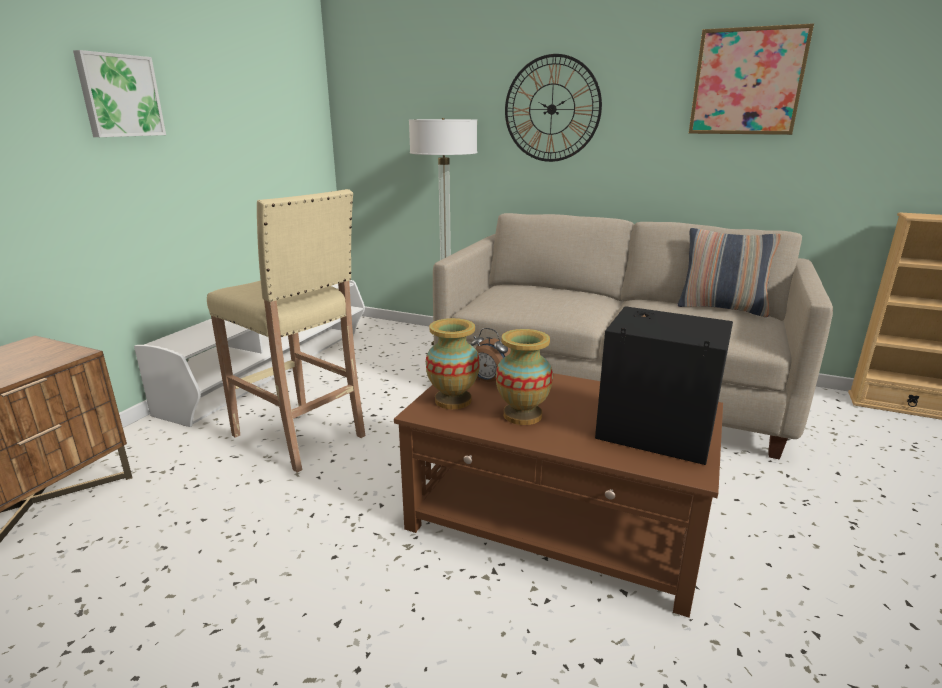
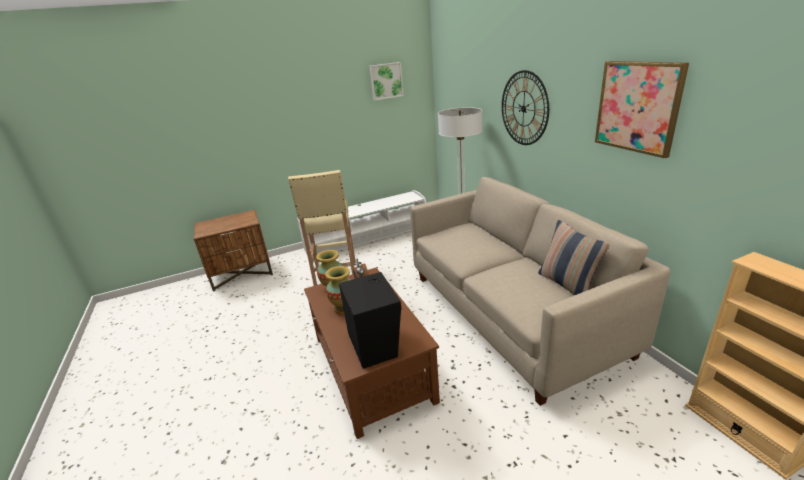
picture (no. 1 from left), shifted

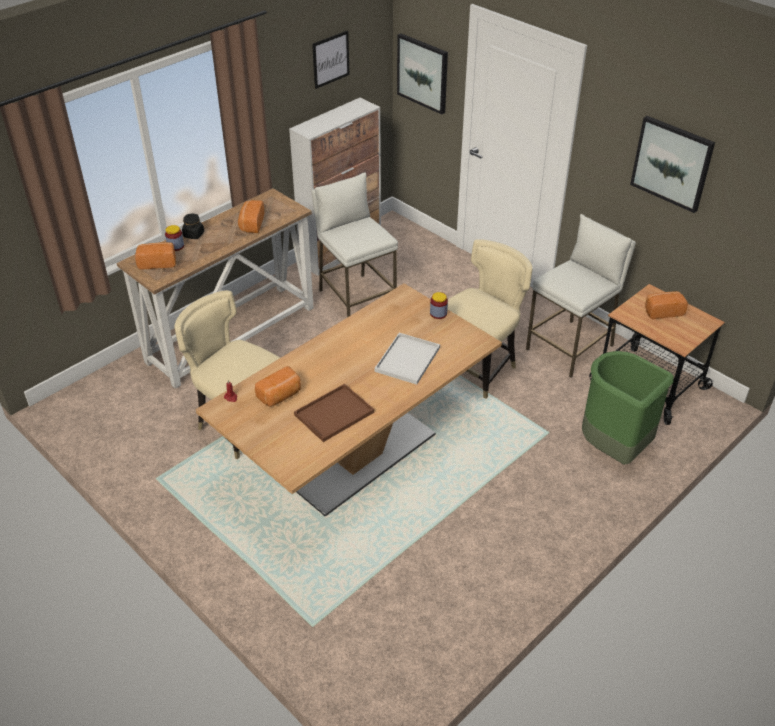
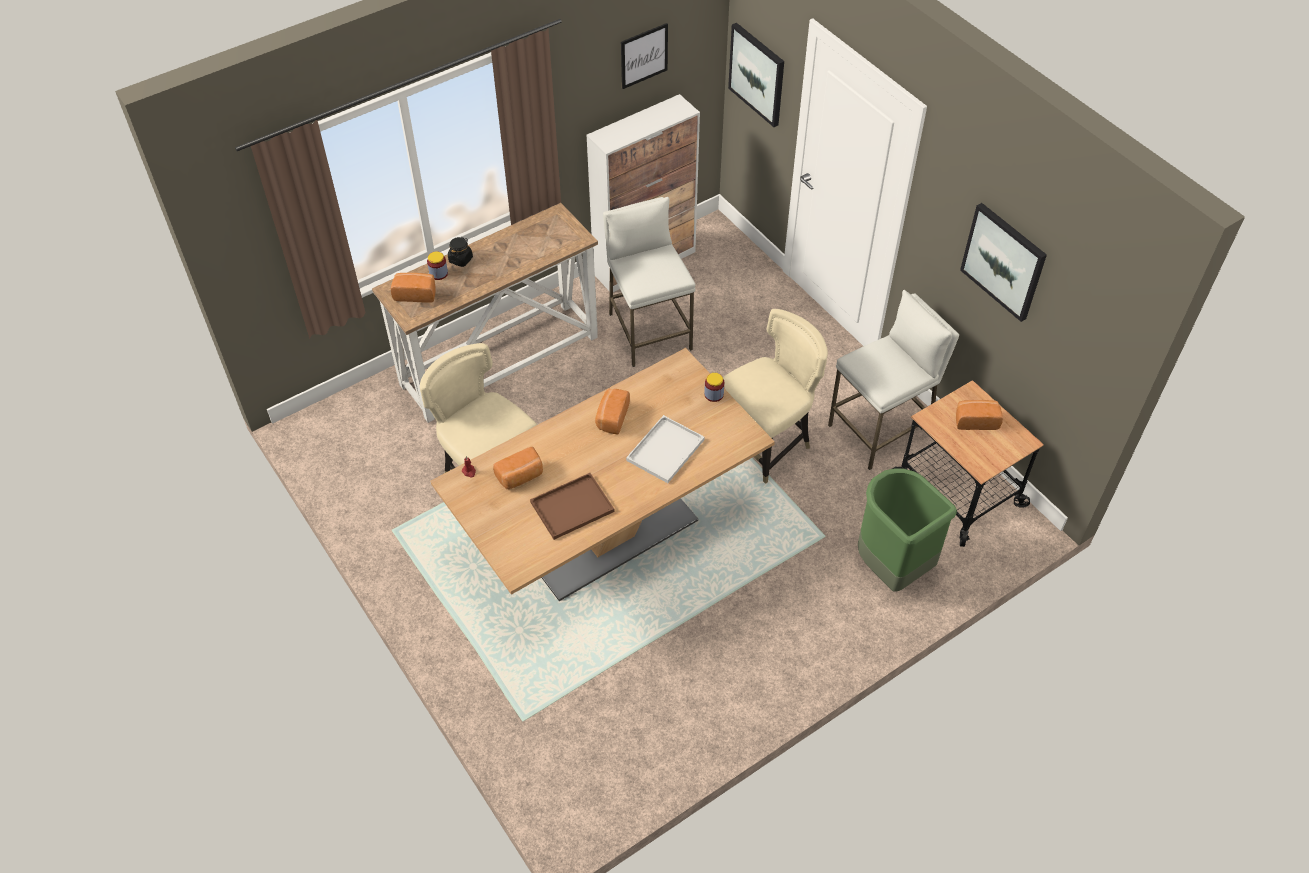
bread (no. 2 from left in the first image) => bread (no. 3 from left), shifted

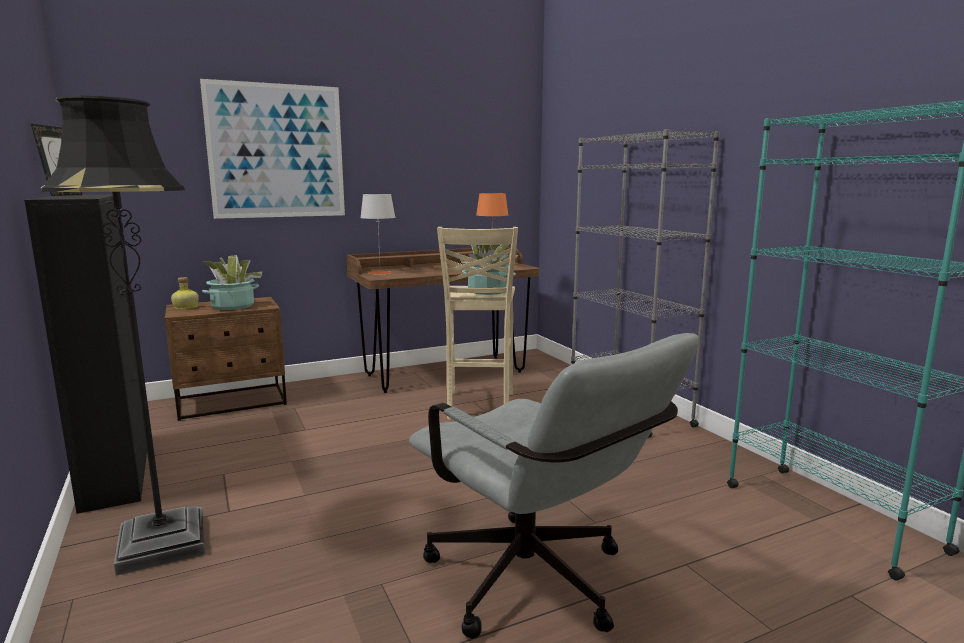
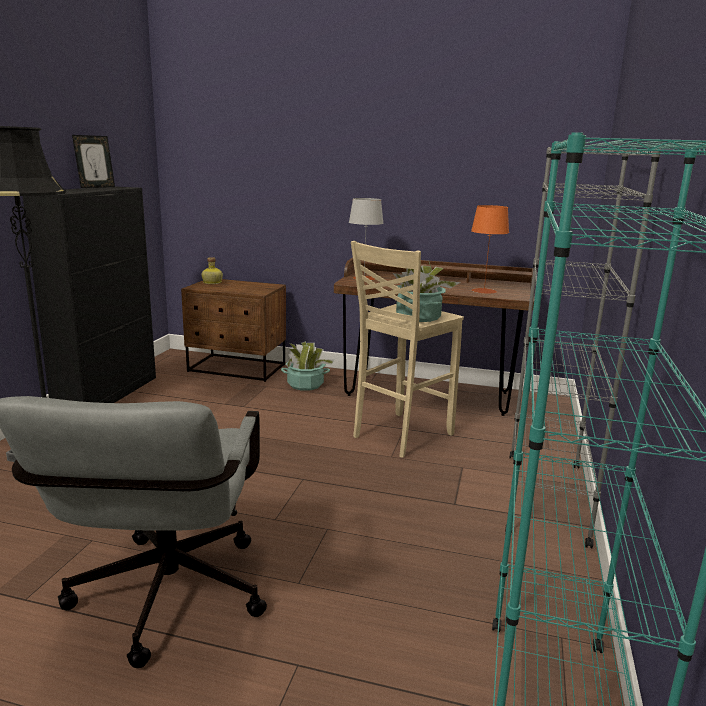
picture => nothing
potted plant (no. 1 from left), shifted

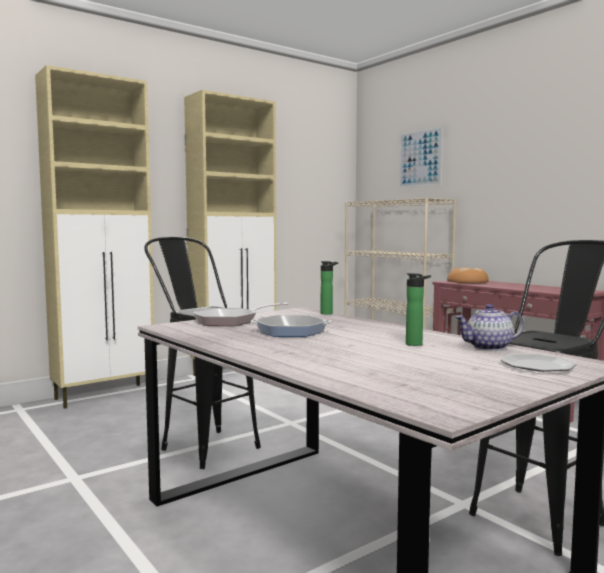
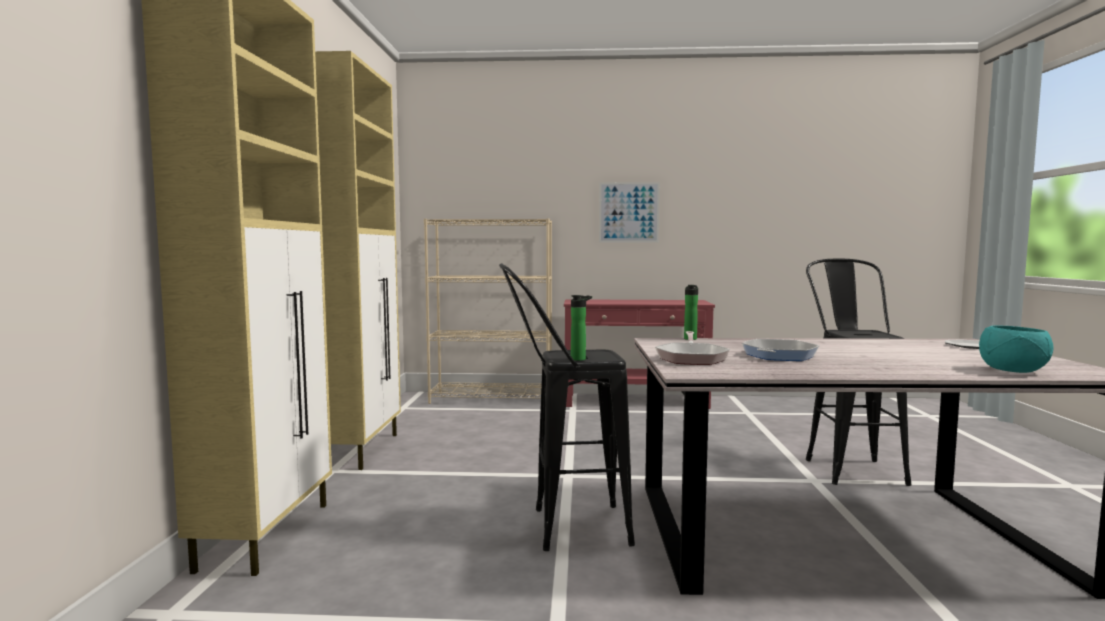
bread => nothing
teapot => nothing
nothing => turquoise bowl
picture, shifted
bottle (no. 2 from left in the first image) => bottle (no. 1 from left), shifted

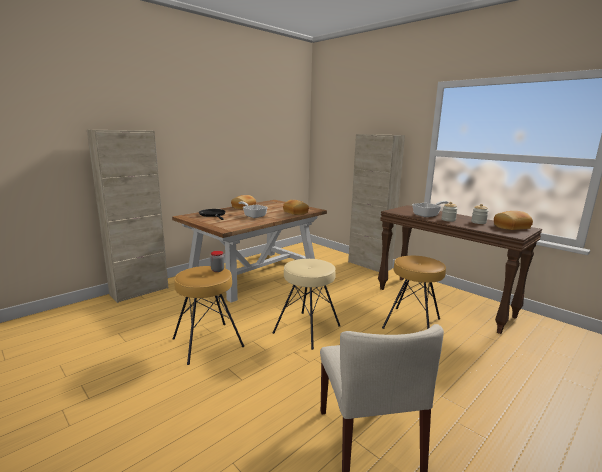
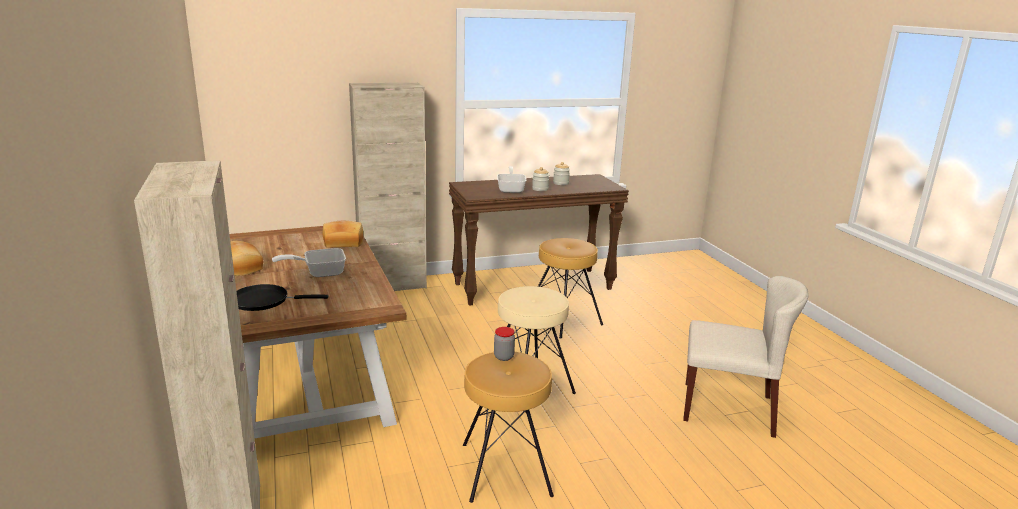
bread (no. 3 from left) => nothing

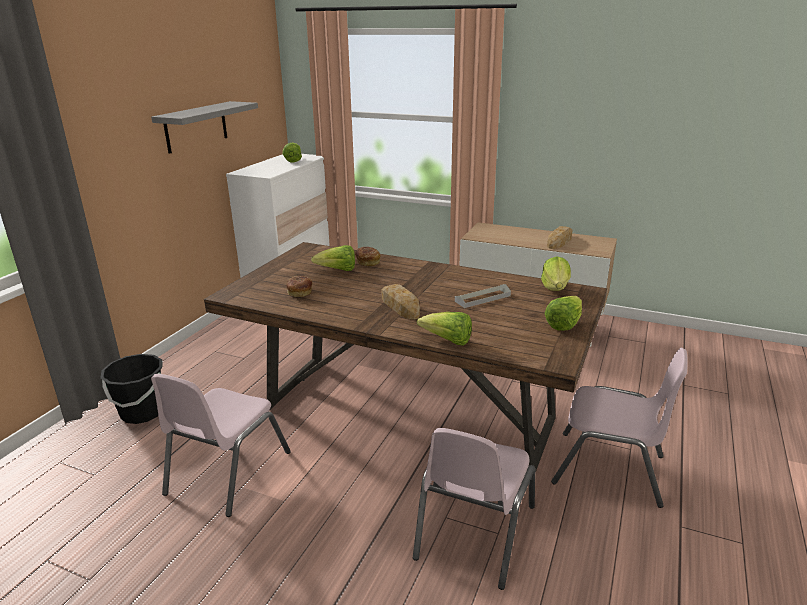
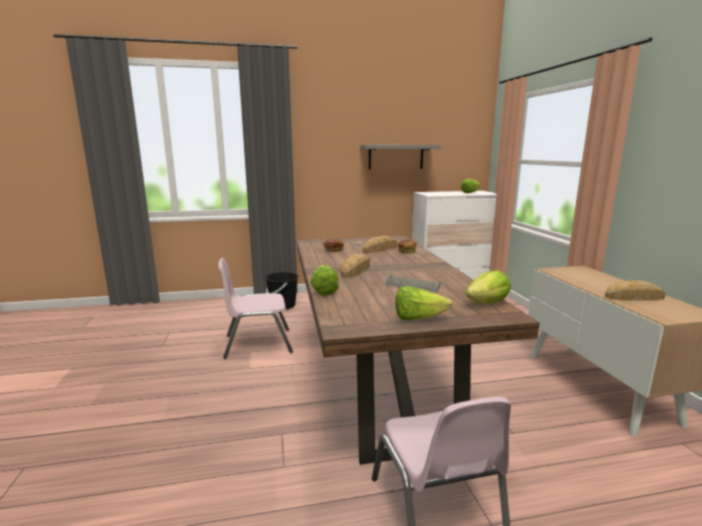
pink chair (no. 2 from left) => nothing
lettuce (no. 2 from left) => bread (no. 3 from left)

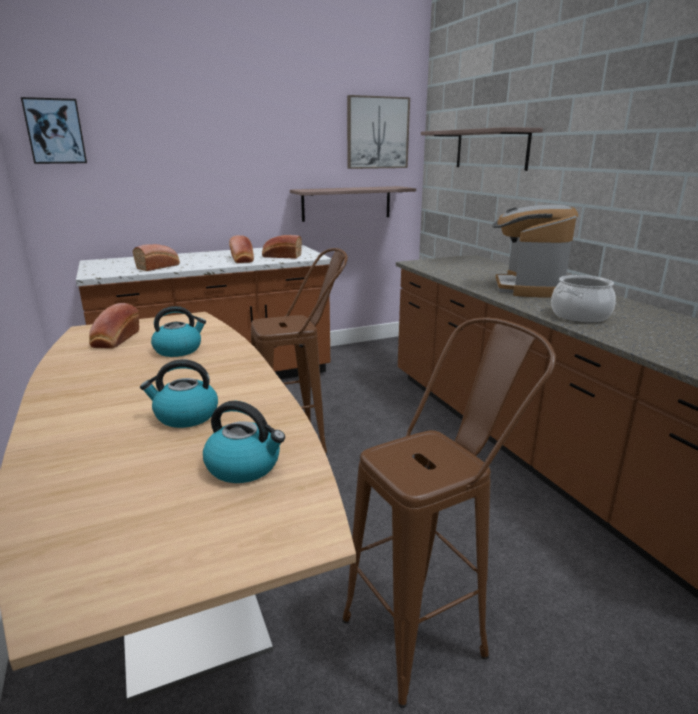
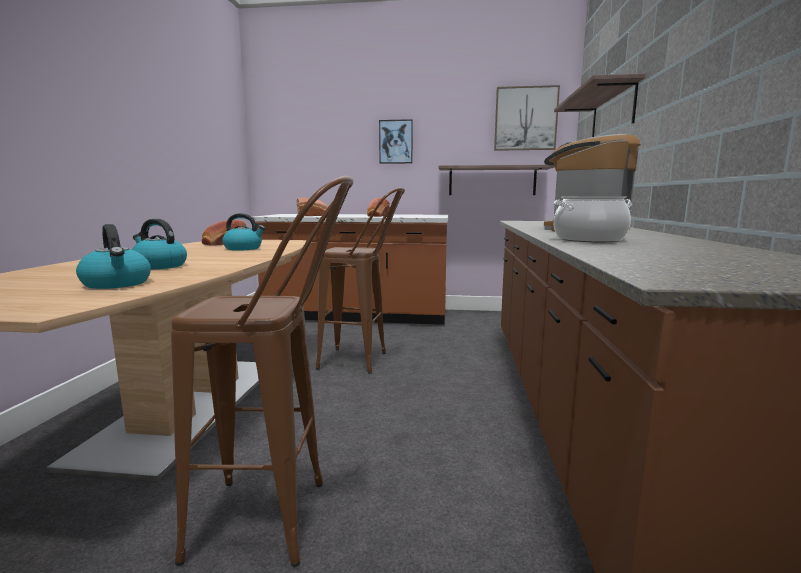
bread (no. 4 from left) => nothing
picture (no. 1 from left), shifted

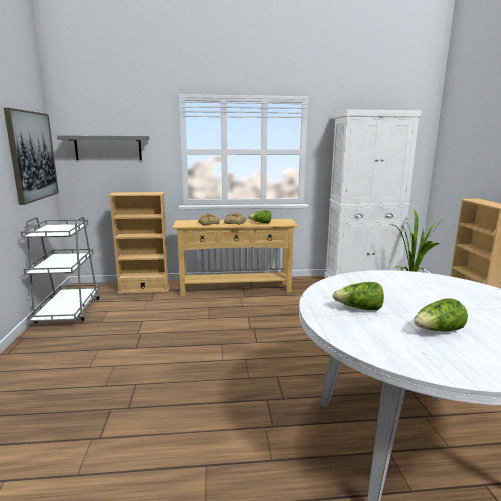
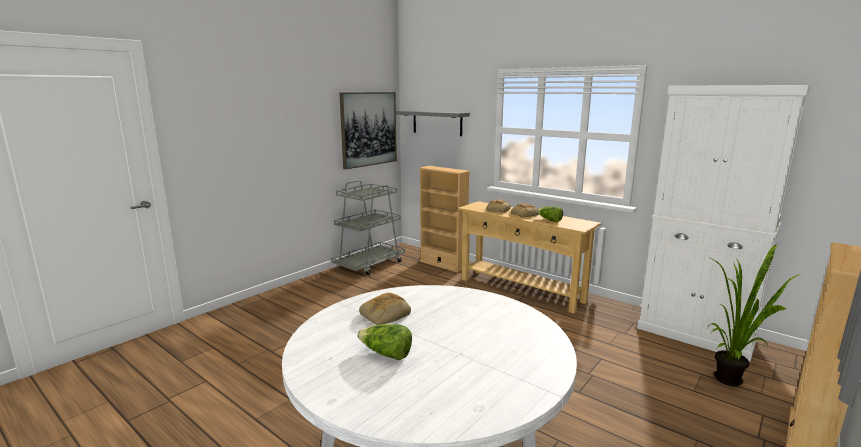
lettuce (no. 2 from left) => bread (no. 1 from left)

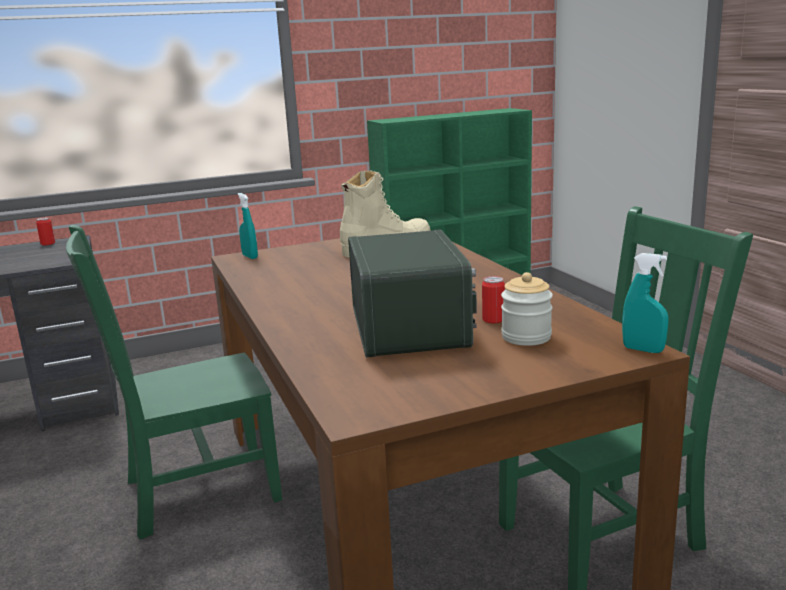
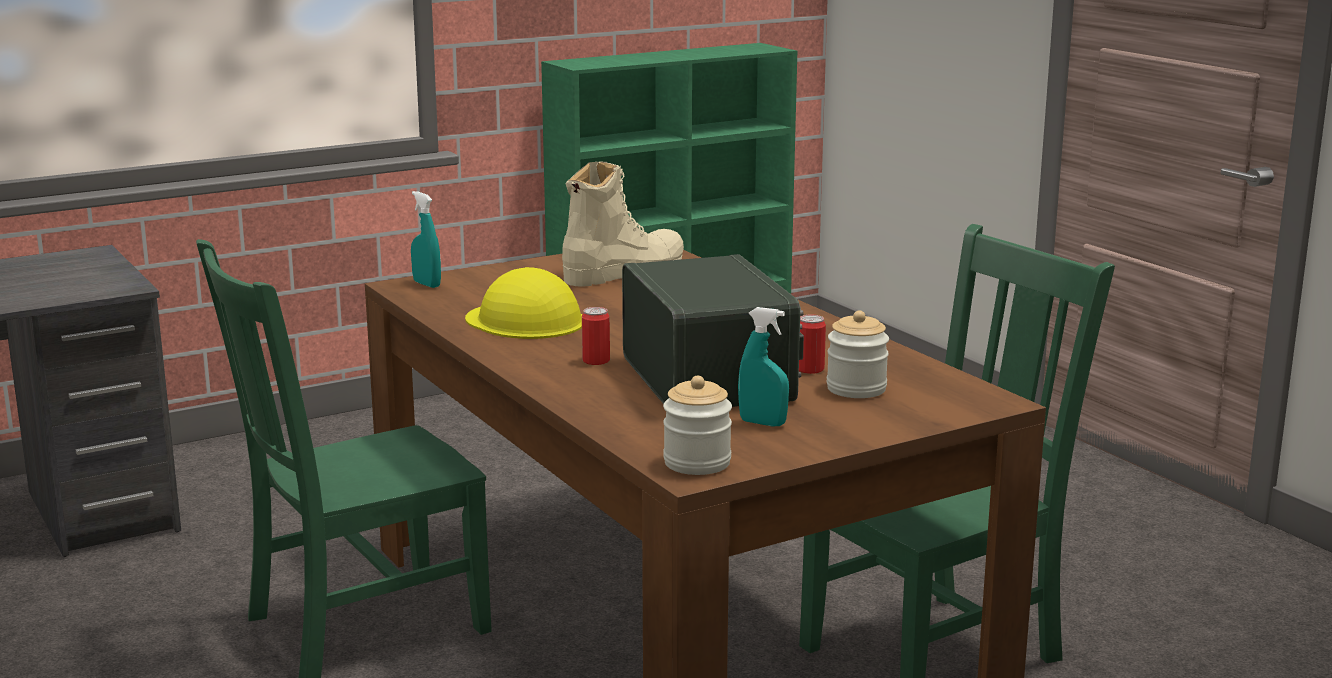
nothing => yellow hard hat
nothing => jar (no. 1 from left)
can (no. 1 from left), shifted
turquoise spray bottle (no. 2 from left), shifted

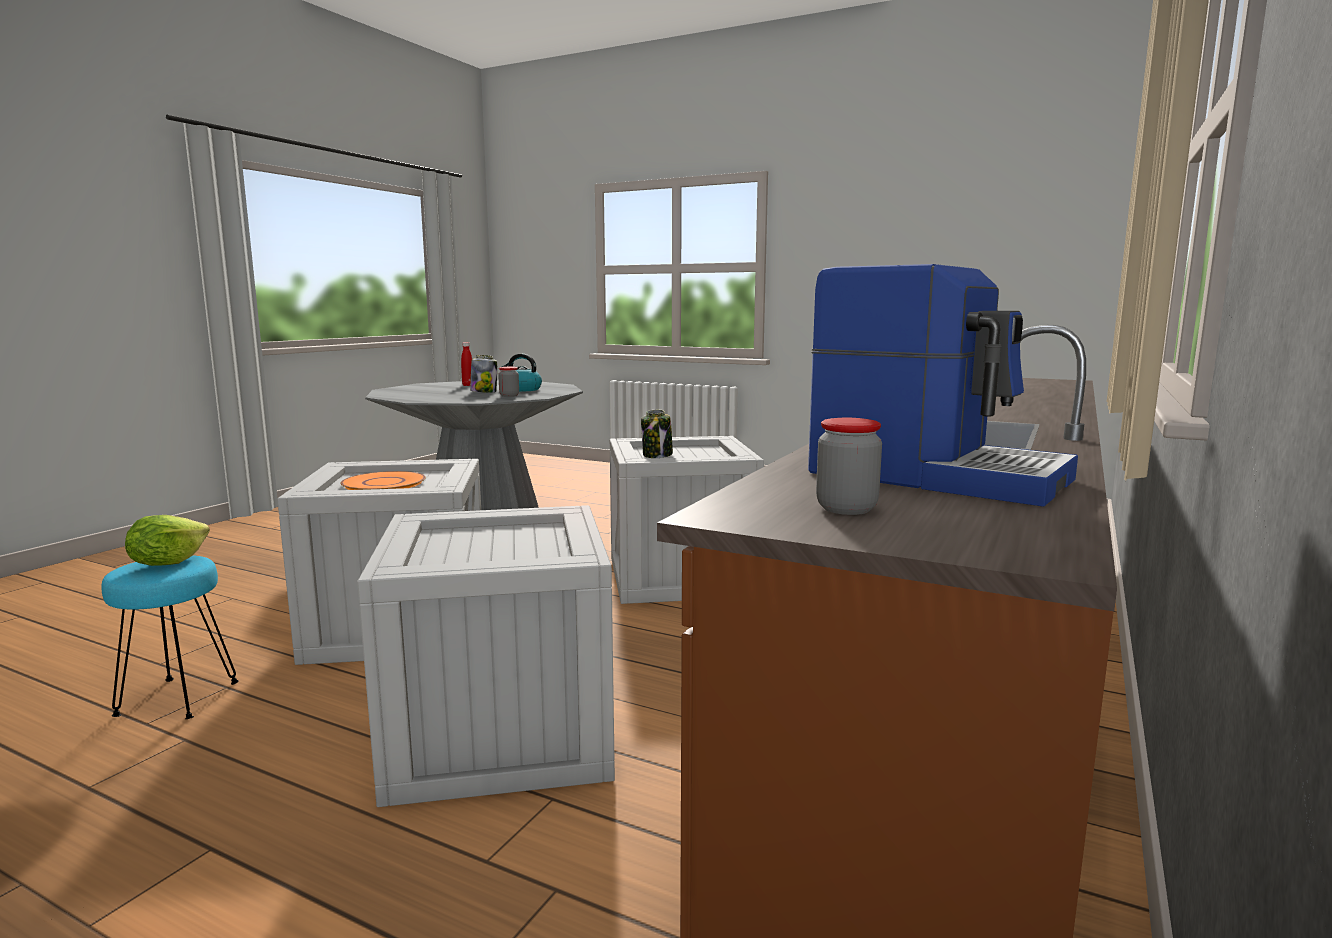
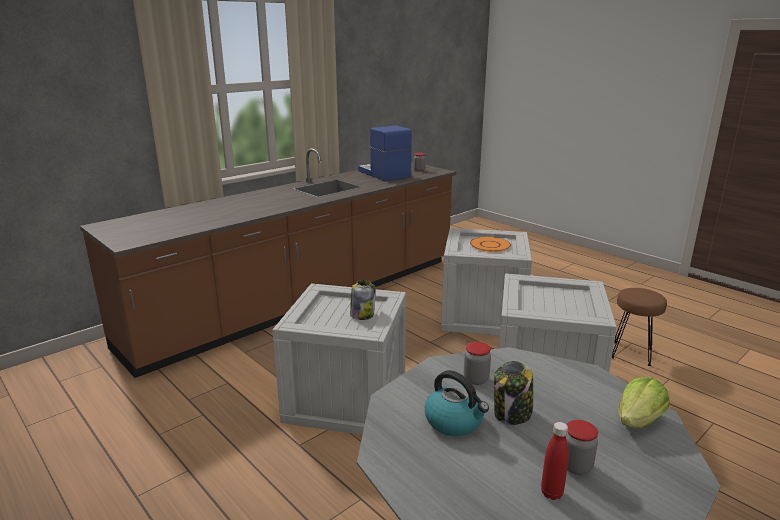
nothing => jar (no. 5 from left)
lettuce, shifted
orange plate, shifted
turquoise stool => brown stool

